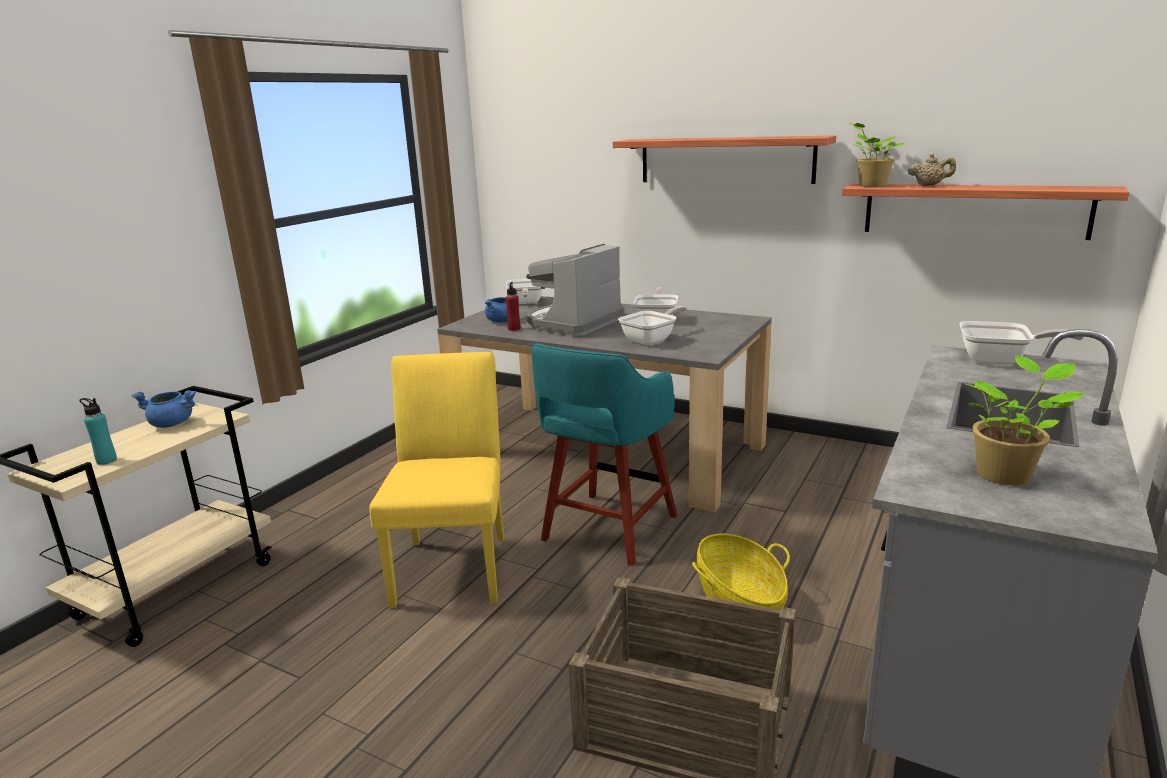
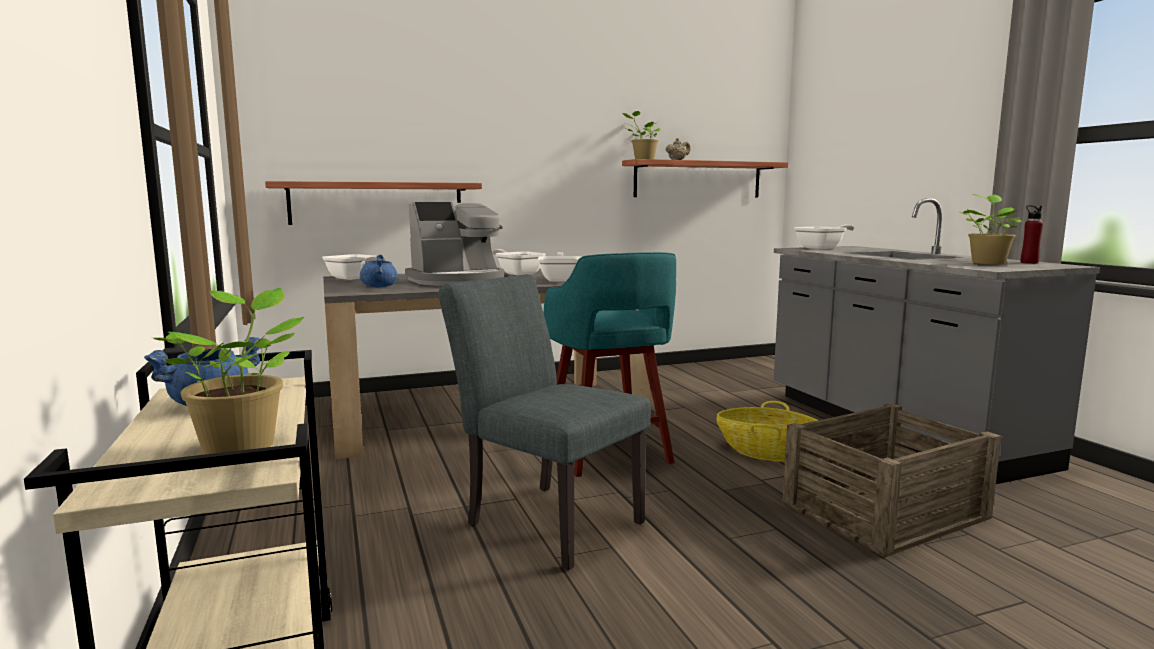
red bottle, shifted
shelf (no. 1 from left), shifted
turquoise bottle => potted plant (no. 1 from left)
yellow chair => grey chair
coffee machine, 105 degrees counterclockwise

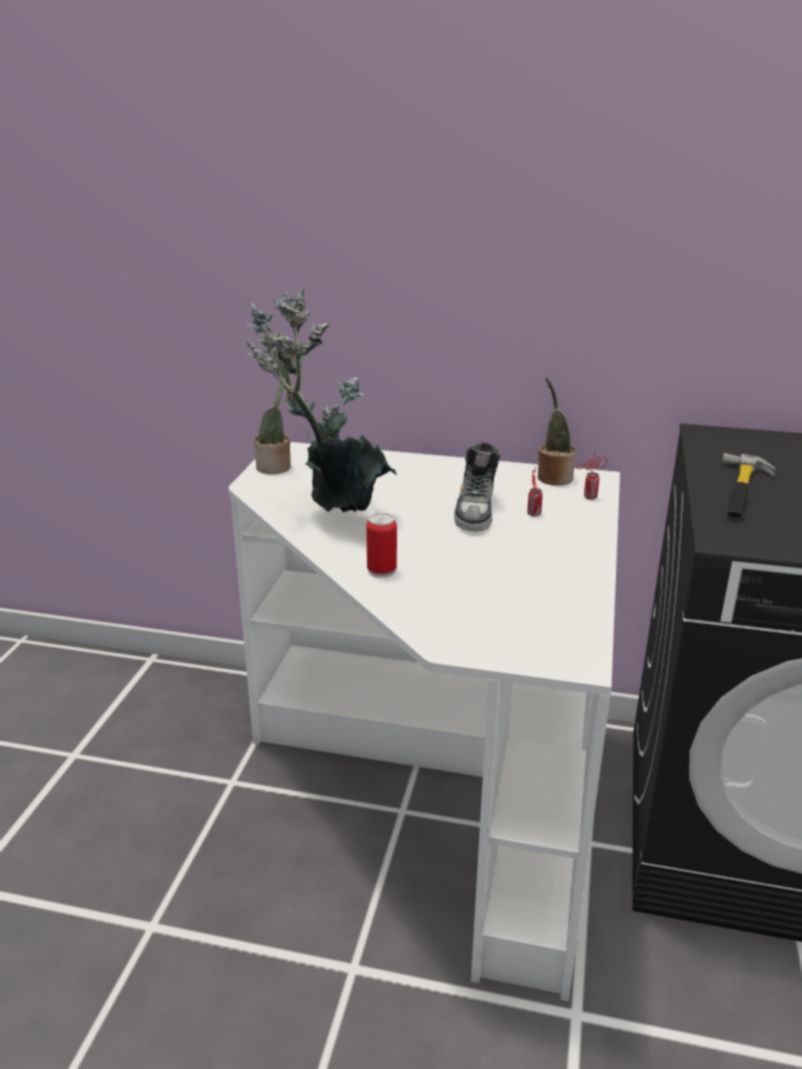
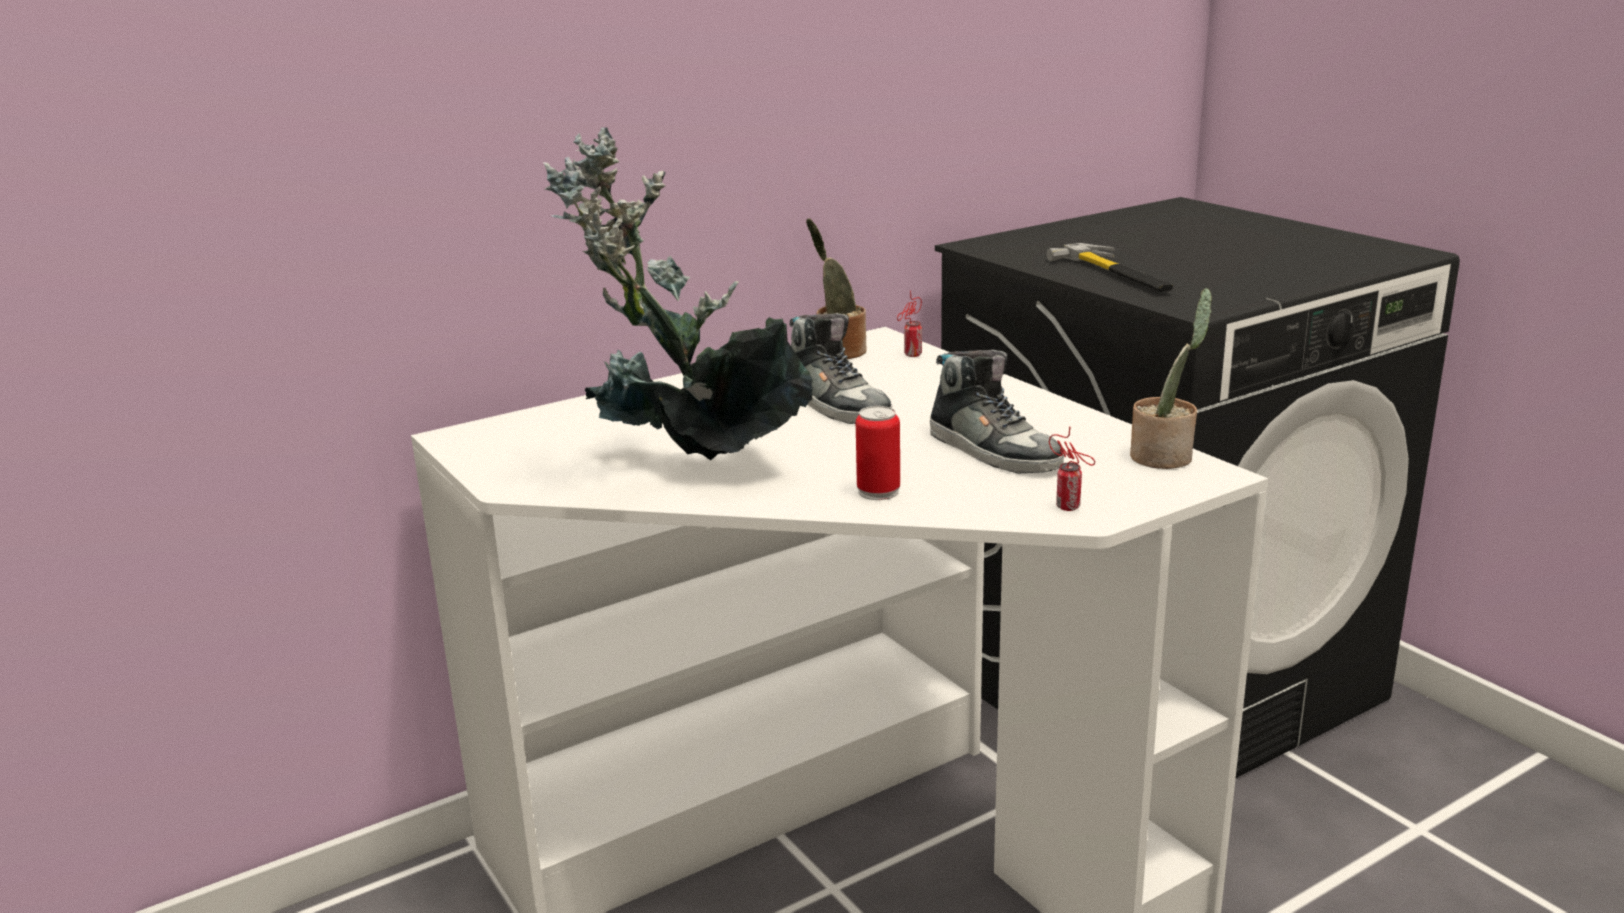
nothing => shoe (no. 2 from left)
potted plant (no. 1 from left in the first image) => potted plant (no. 3 from left), shifted
can (no. 2 from left in the first image) => can (no. 3 from left), shifted

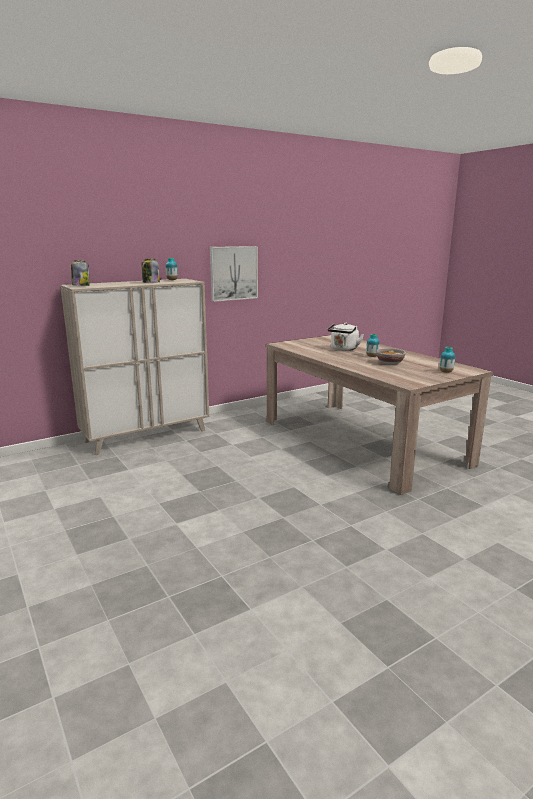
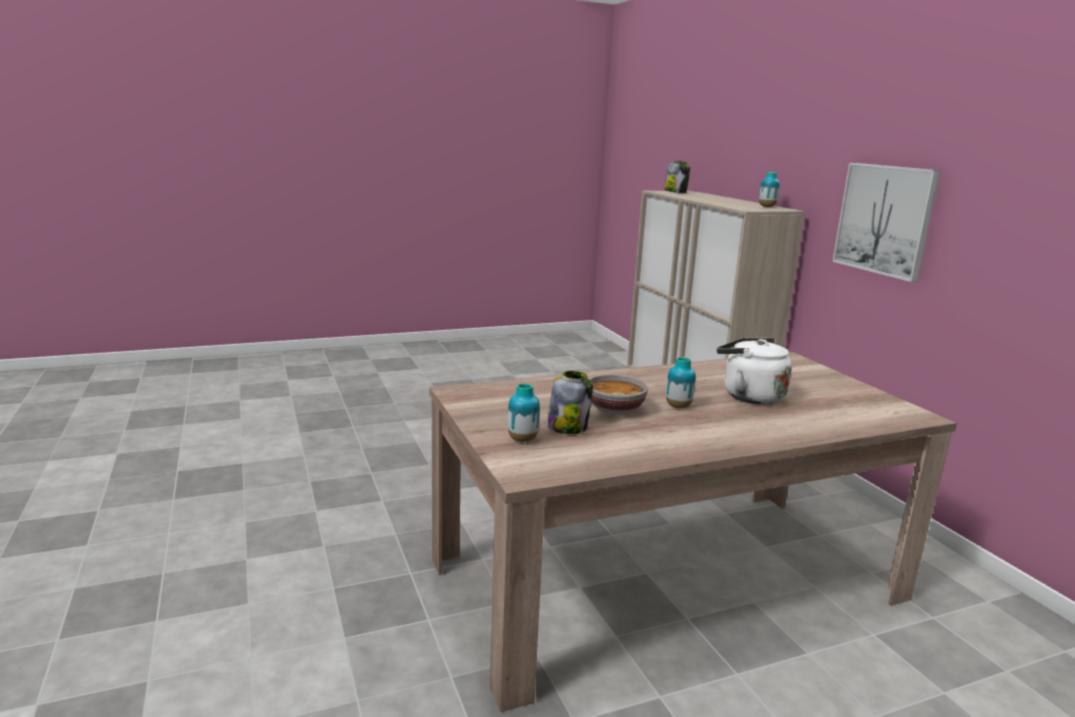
jar (no. 2 from left in the first image) => jar (no. 1 from left), shifted

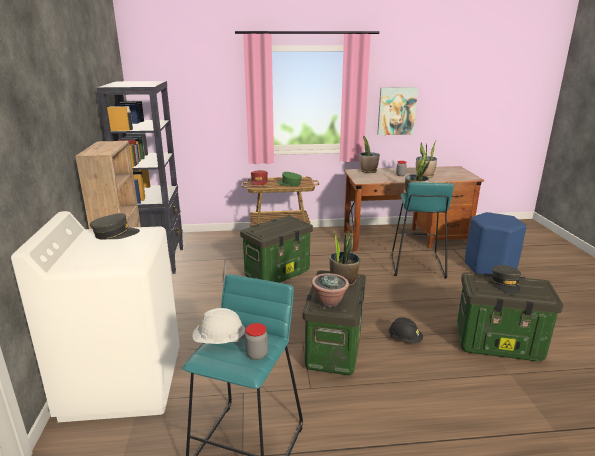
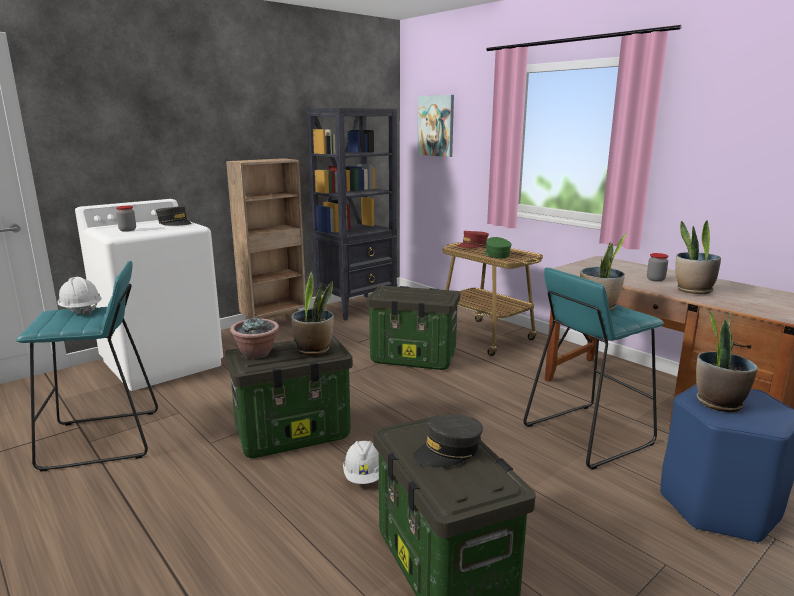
jar (no. 1 from left), shifted
potted plant (no. 3 from left in the first image) => potted plant (no. 5 from left), shifted
picture, shifted
black hard hat => white hard hat (no. 2 from left)

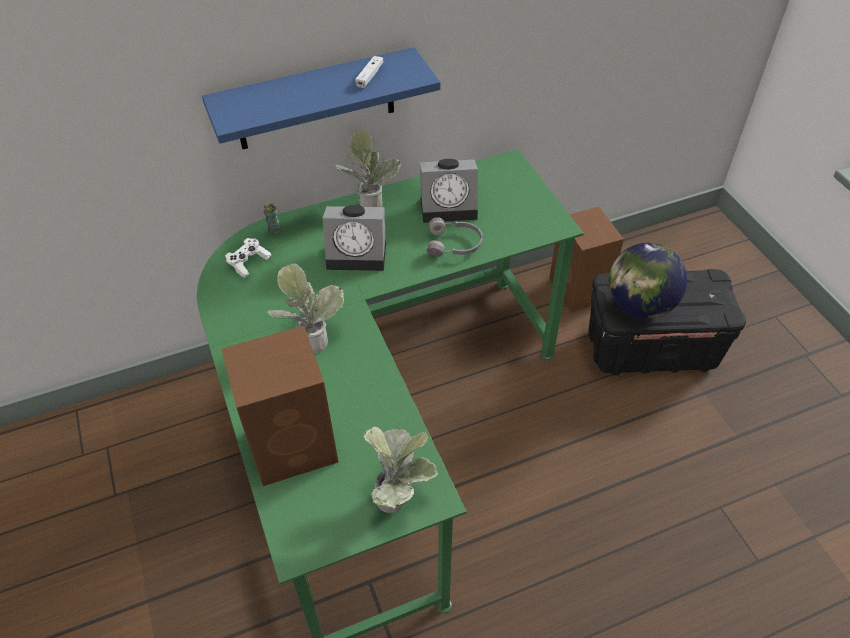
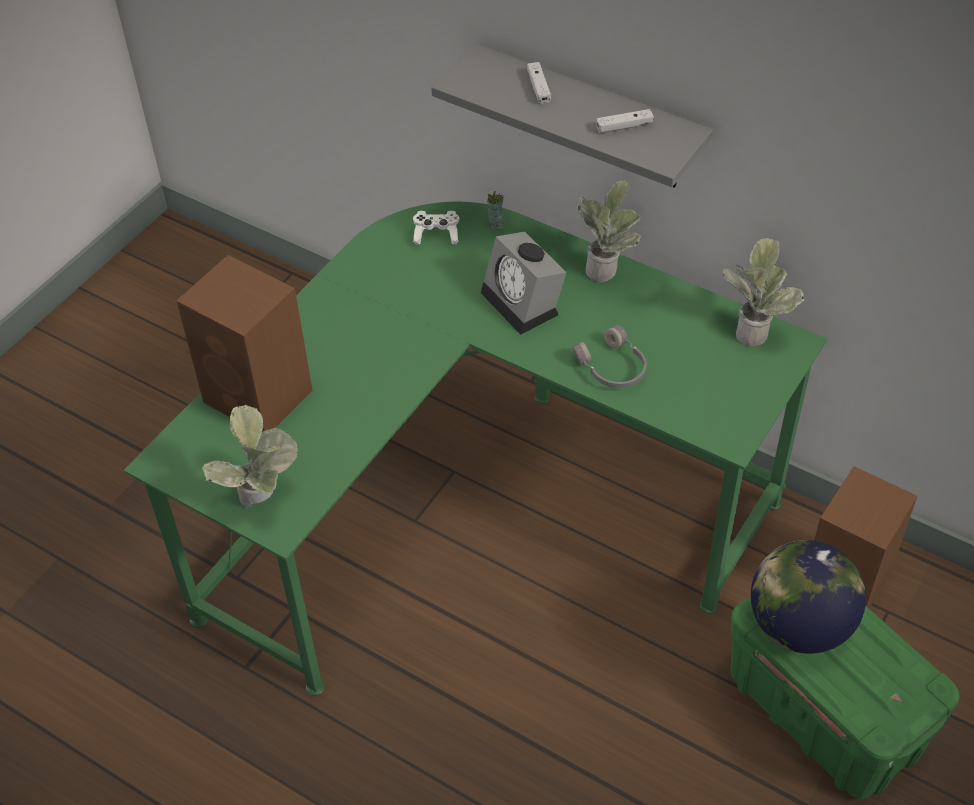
alarm clock (no. 2 from left) => nothing
nothing => white game controller (no. 2 from left)
potted plant (no. 1 from left in the first image) => potted plant (no. 3 from left), shifted
blue shelf => grey shelf
black storage box => green storage box

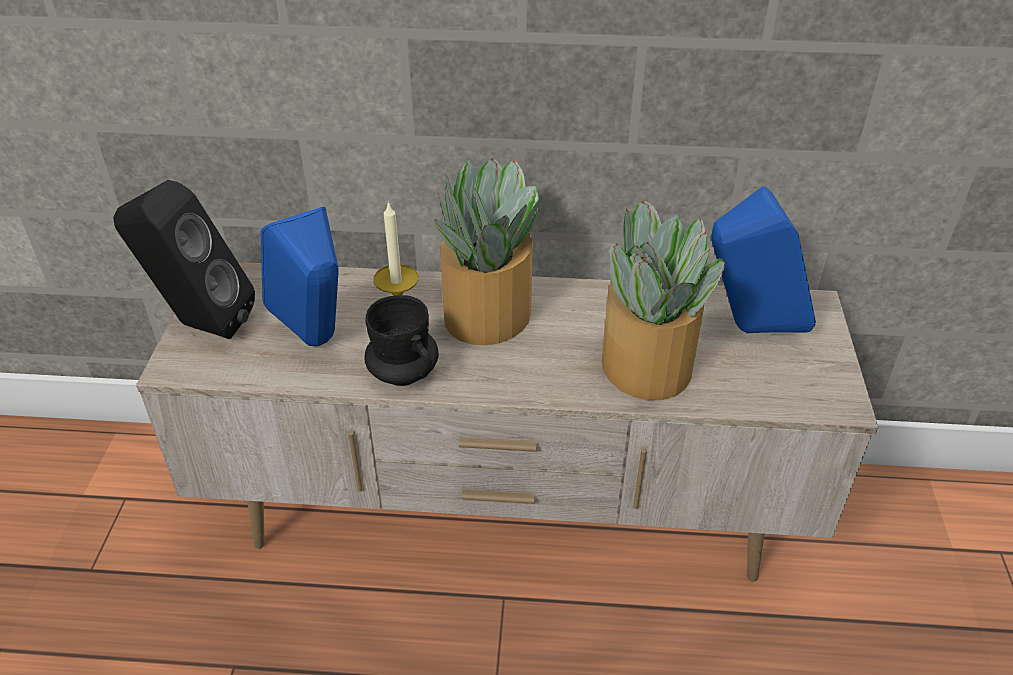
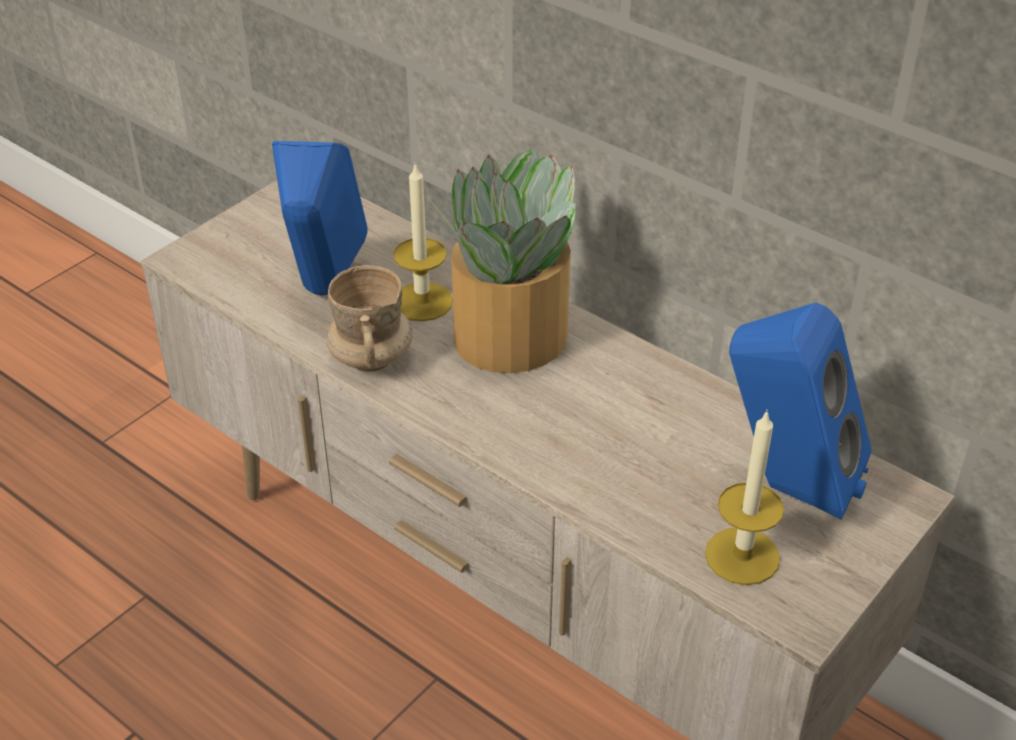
black speaker => nothing
potted plant (no. 2 from left) => nothing
nothing => candle (no. 2 from left)
black mug => beige mug

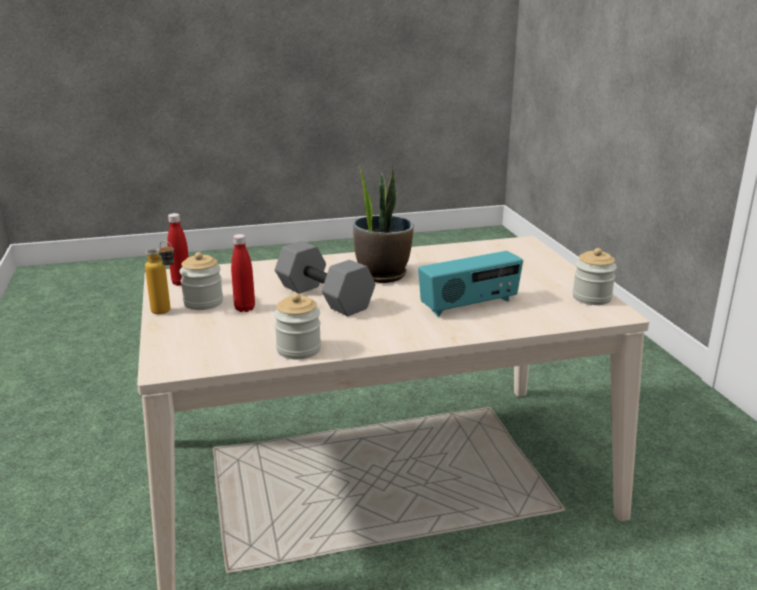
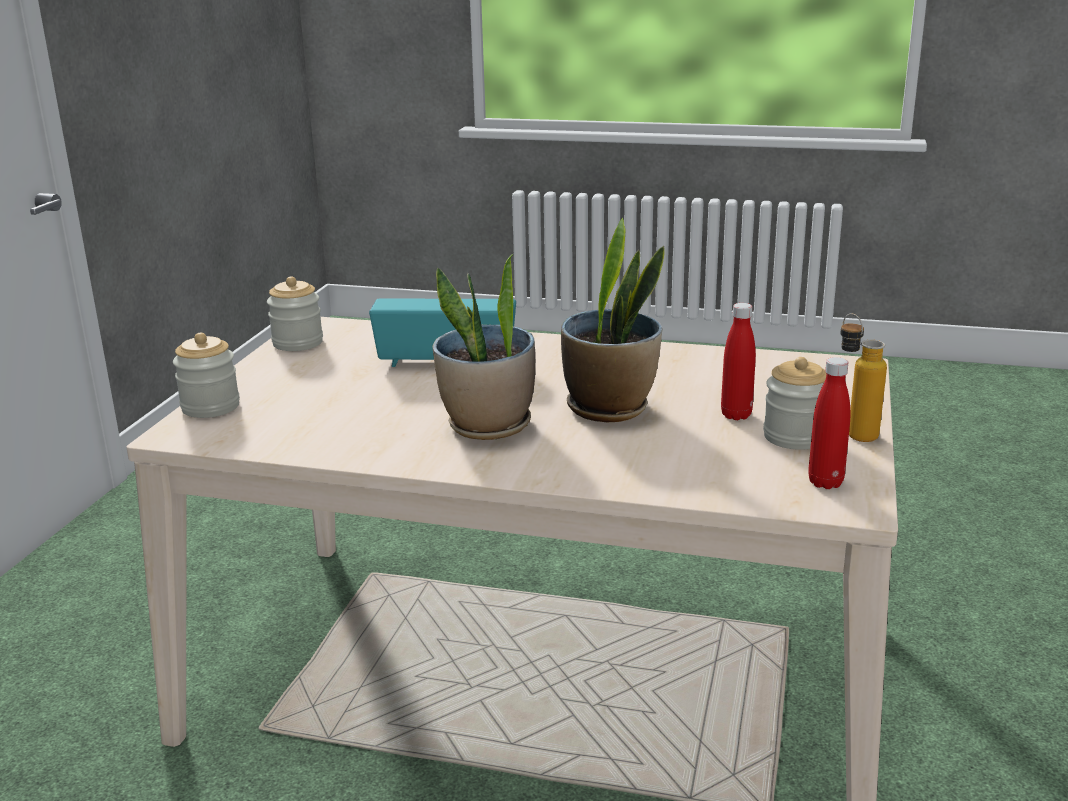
jar (no. 2 from left in the first image) => jar (no. 1 from left), shifted
grey dumbbell => potted plant (no. 2 from left)

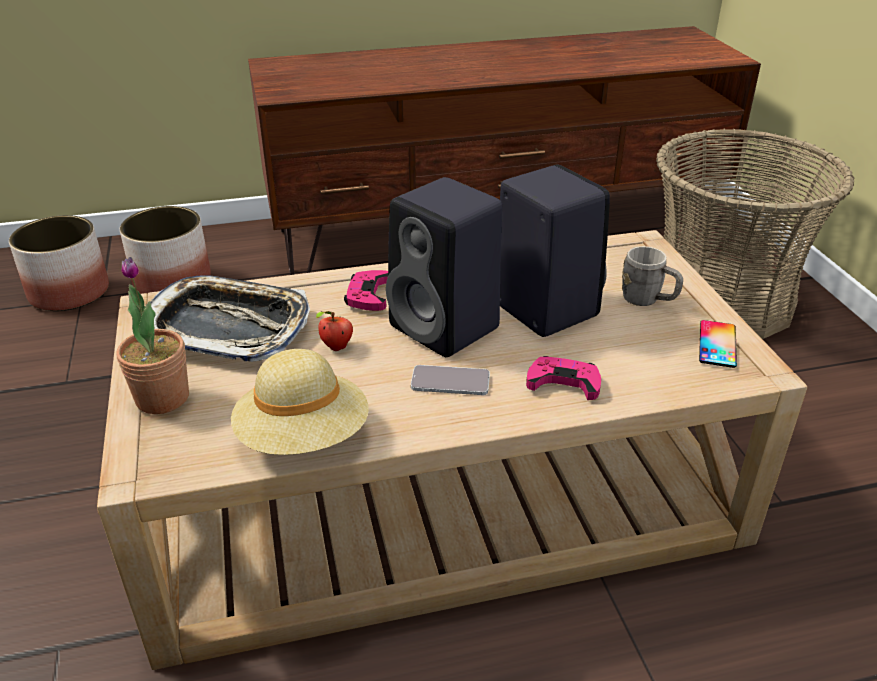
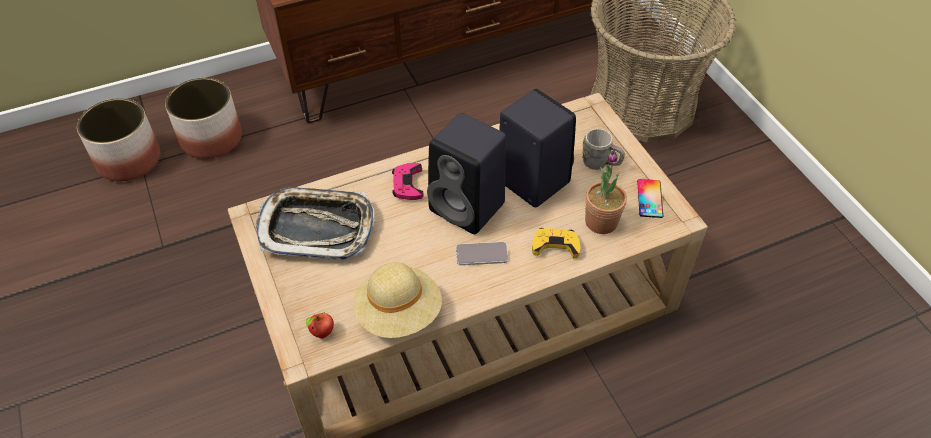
potted plant, shifted
apple, shifted
pink game controller (no. 2 from left) => yellow game controller

